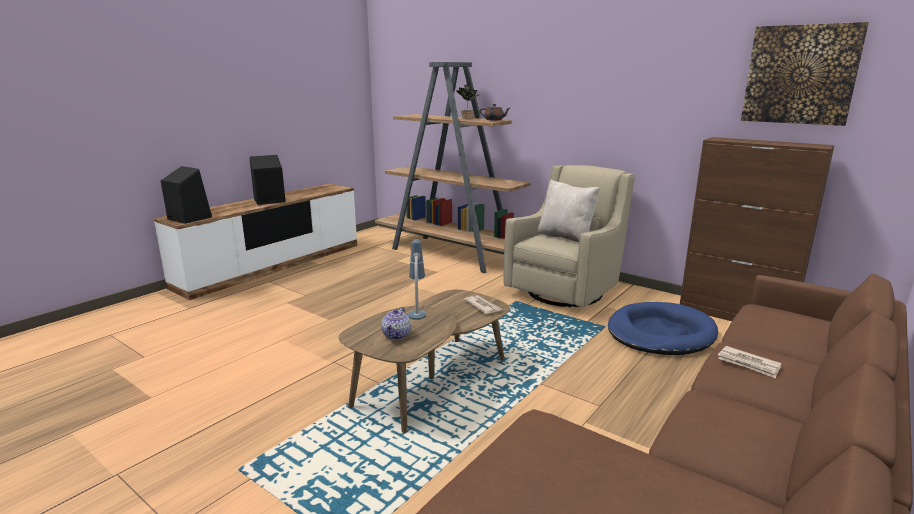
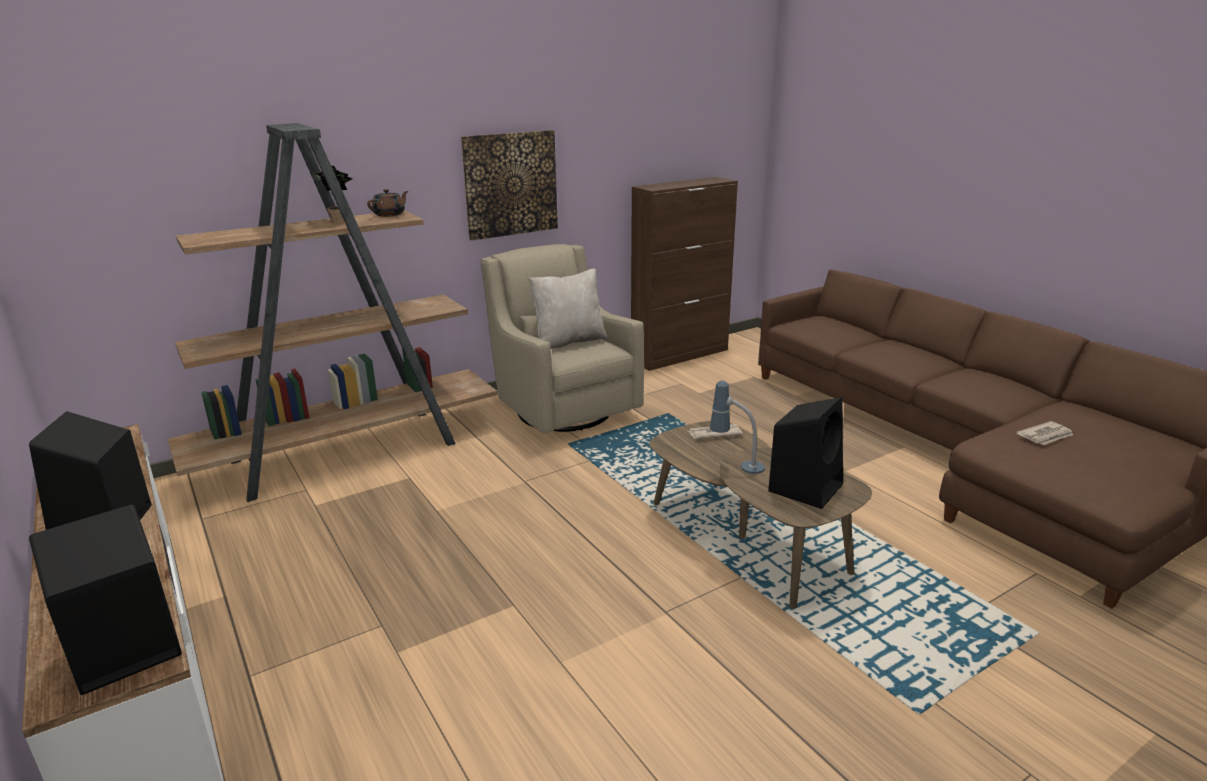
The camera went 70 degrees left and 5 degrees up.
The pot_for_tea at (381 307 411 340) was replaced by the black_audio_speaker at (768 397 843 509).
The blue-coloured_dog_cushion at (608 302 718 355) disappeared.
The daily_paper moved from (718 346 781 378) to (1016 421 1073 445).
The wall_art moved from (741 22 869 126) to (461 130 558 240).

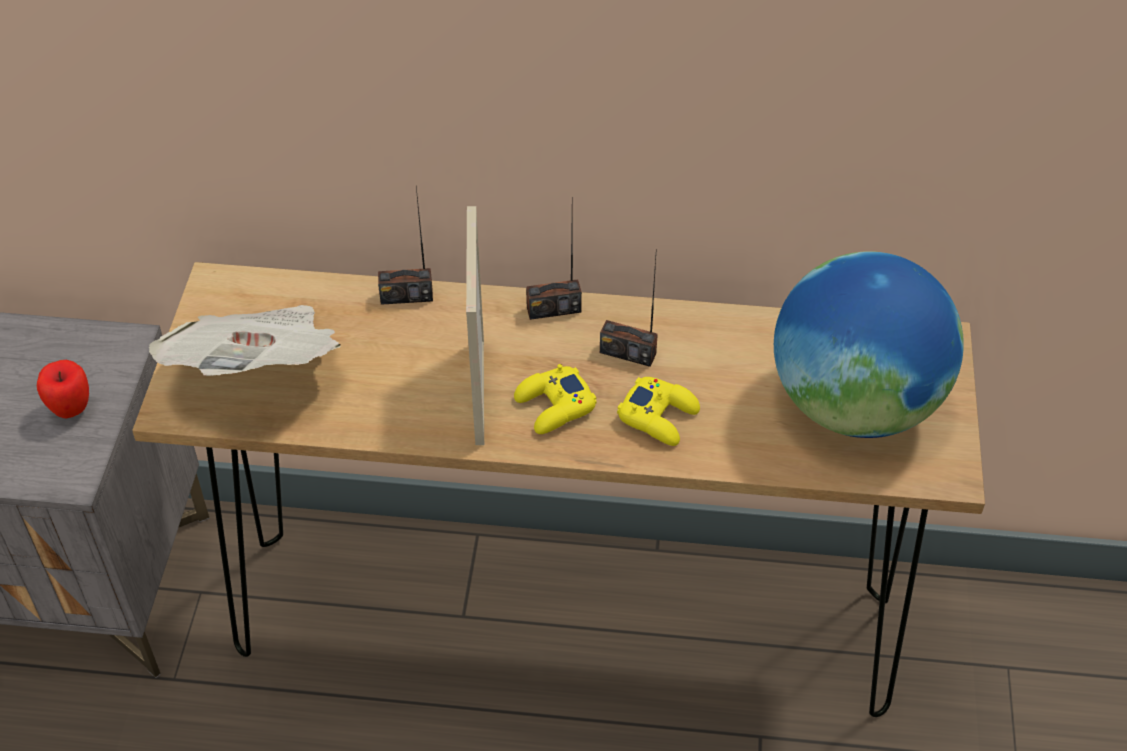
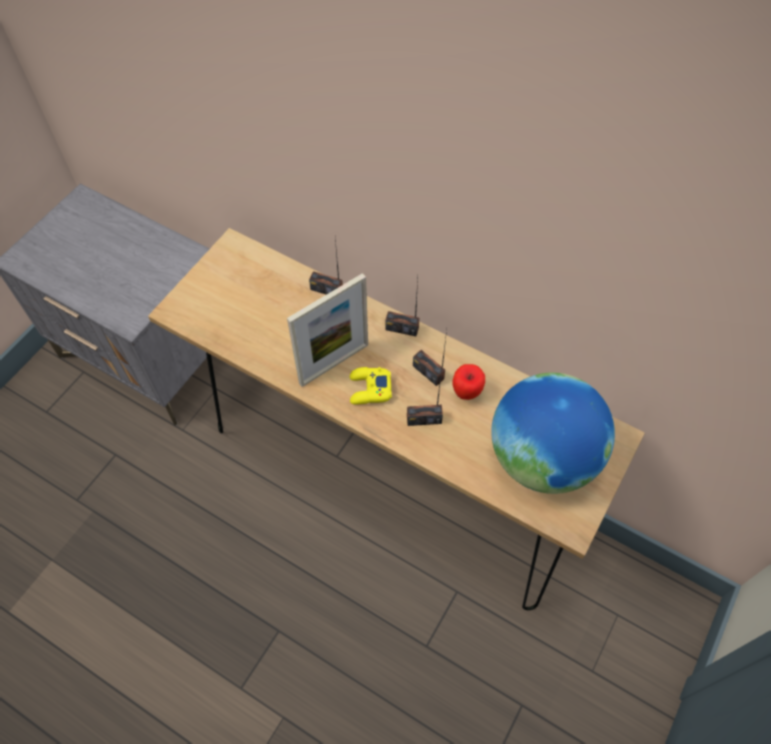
The camera went 25 degrees right and 10 degrees up.
The apple moved from (37 360 89 418) to (452 364 485 400).
The daily_paper at (148 305 341 376) disappeared.
The photo_frame at (466 206 484 445) turned 150 degrees counterclockwise.
The yellowish_gamepad at (617 377 700 446) was replaced by the radio_receiver at (407 368 443 426).

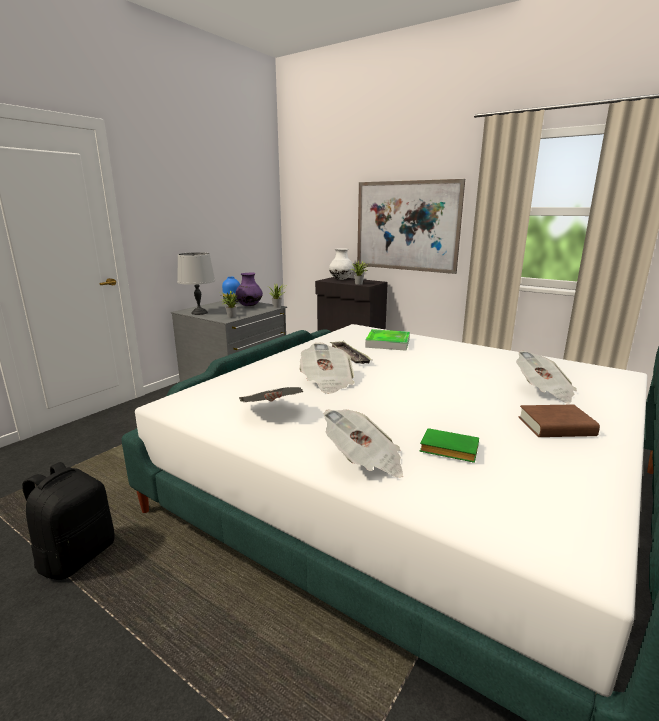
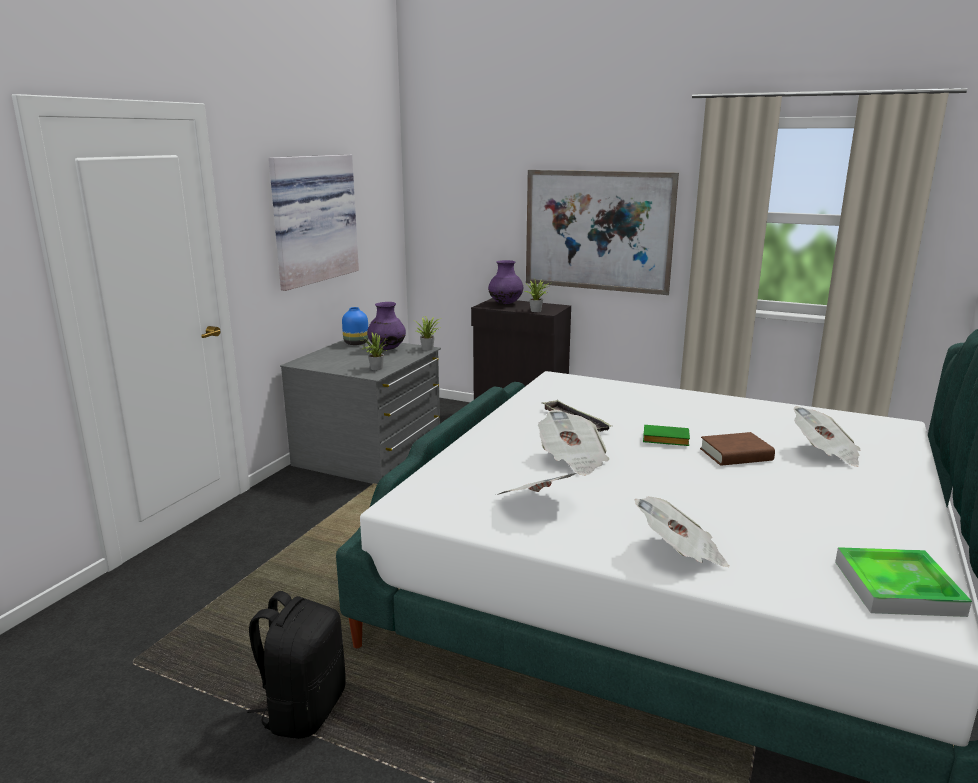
The camera went 10 degrees left and 0 degrees up.
The greyish_tabletop_lamp at (177 252 215 315) disappeared.
The white_flower_vase at (329 248 354 280) became the purplish_flower_vase at (488 260 523 304).
The carrying_tray moved from (365 329 410 351) to (835 547 972 617).
The green_volume moved from (420 428 479 463) to (643 425 690 446).
The brownish_volume moved from (519 404 600 437) to (700 432 775 466).
The wall_art at (269 155 359 291) appeared.

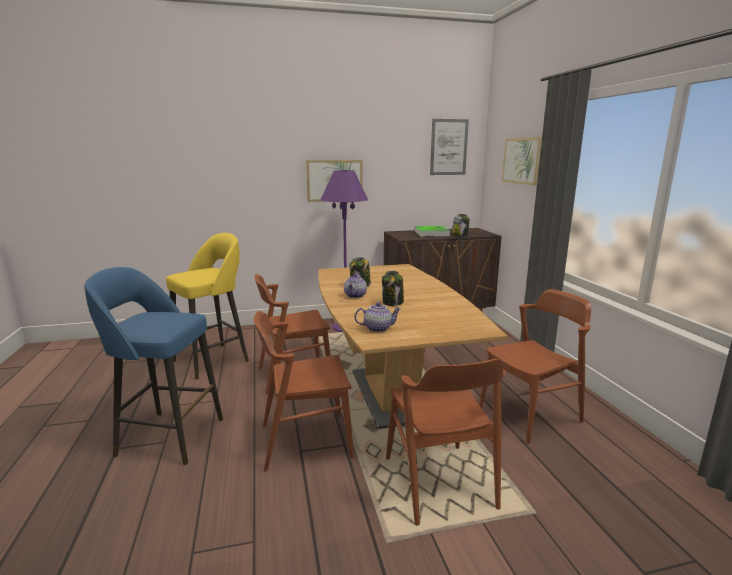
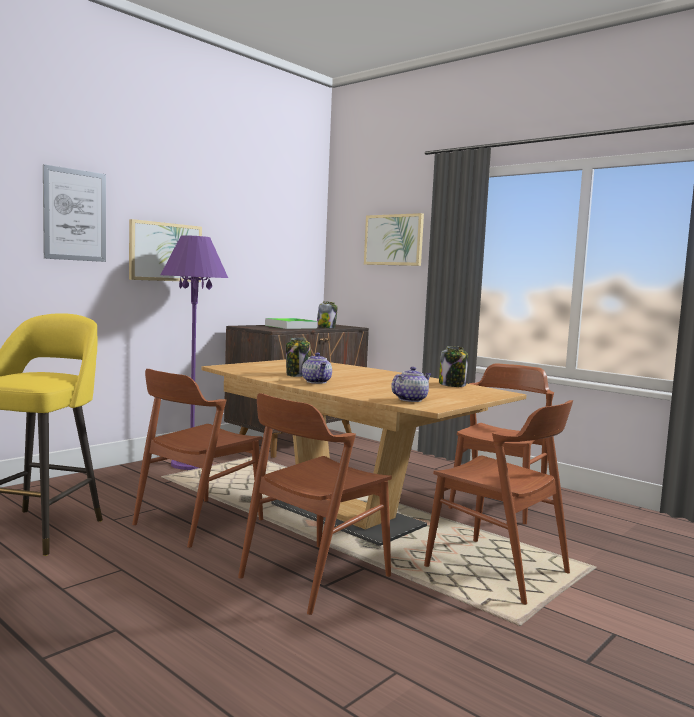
The camera went 35 degrees left and 10 degrees down.
The blue-coloured_stool at (84 267 223 465) disappeared.
The storage_jar moved from (382 271 404 306) to (439 346 468 387).
The wall_art moved from (430 119 469 175) to (43 164 106 262).

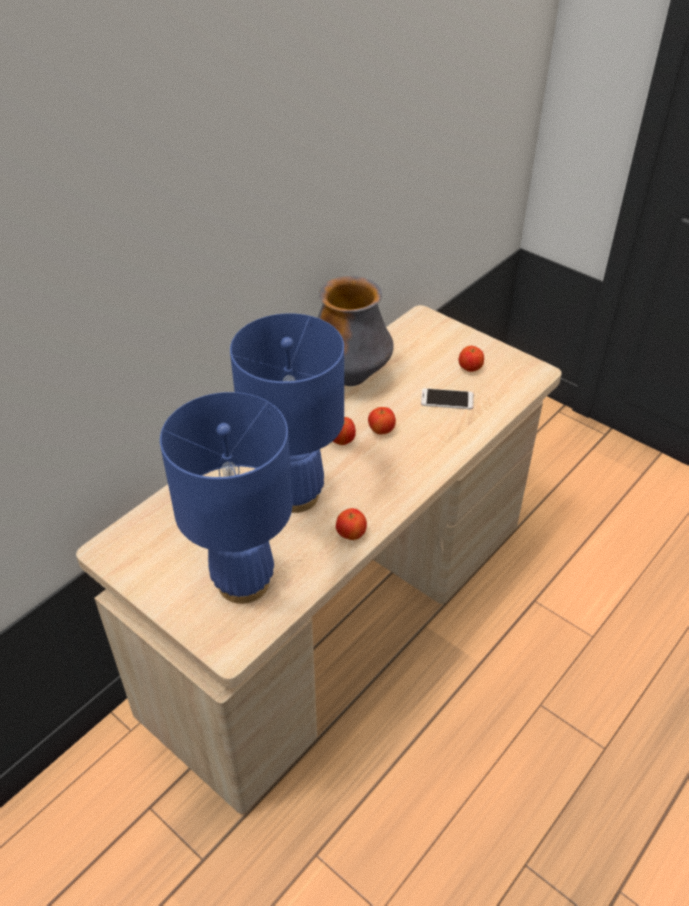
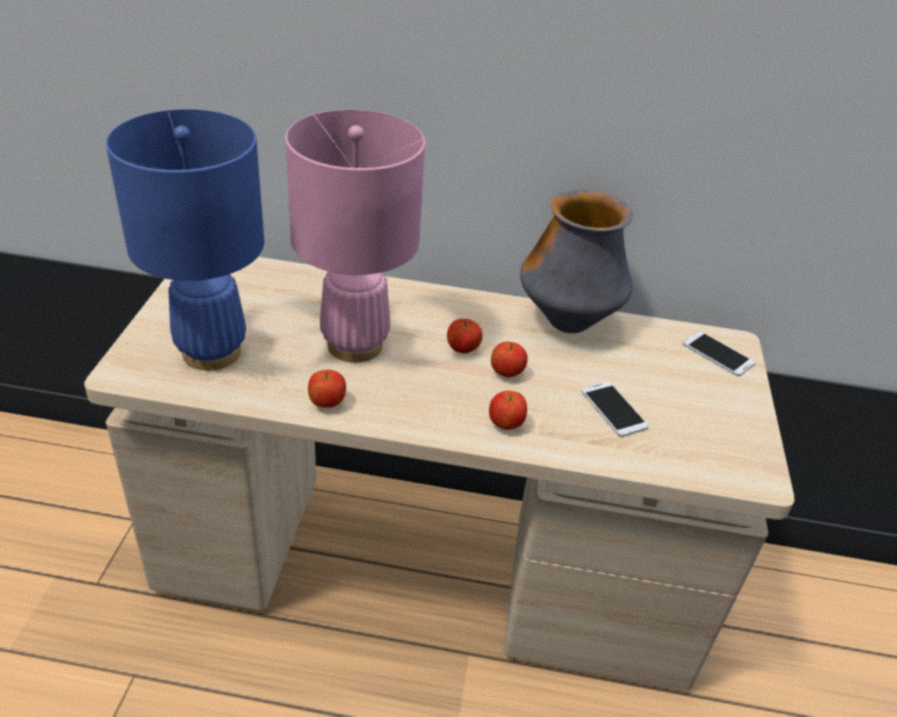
The camera went 55 degrees right and 5 degrees down.
The blue-coloured_tabletop_lamp at (230 313 344 513) became the pink-coloured_tabletop_lamp at (285 110 425 363).
The apple moved from (459 346 484 372) to (489 391 527 430).
The telephone at (683 331 755 376) appeared.

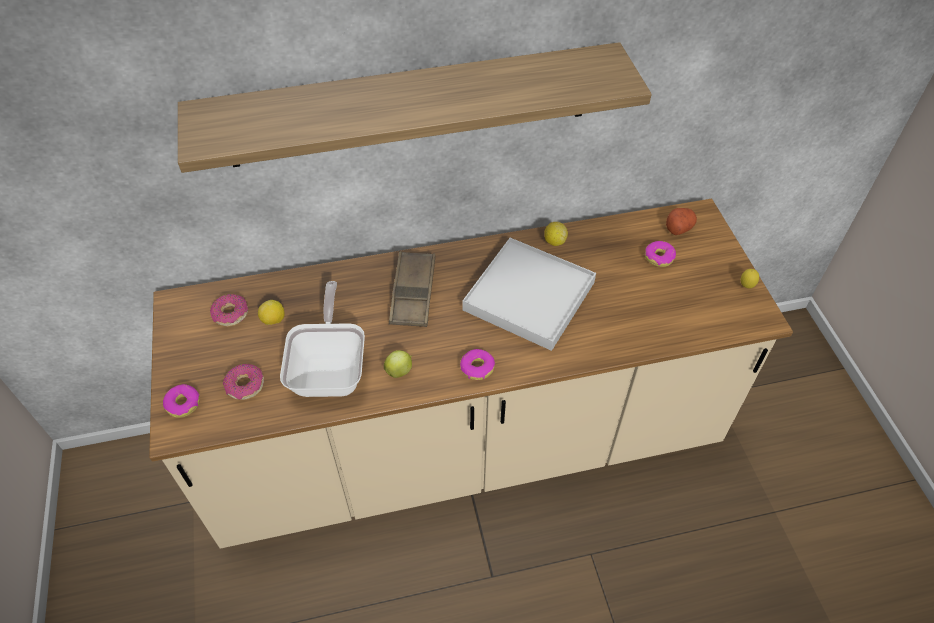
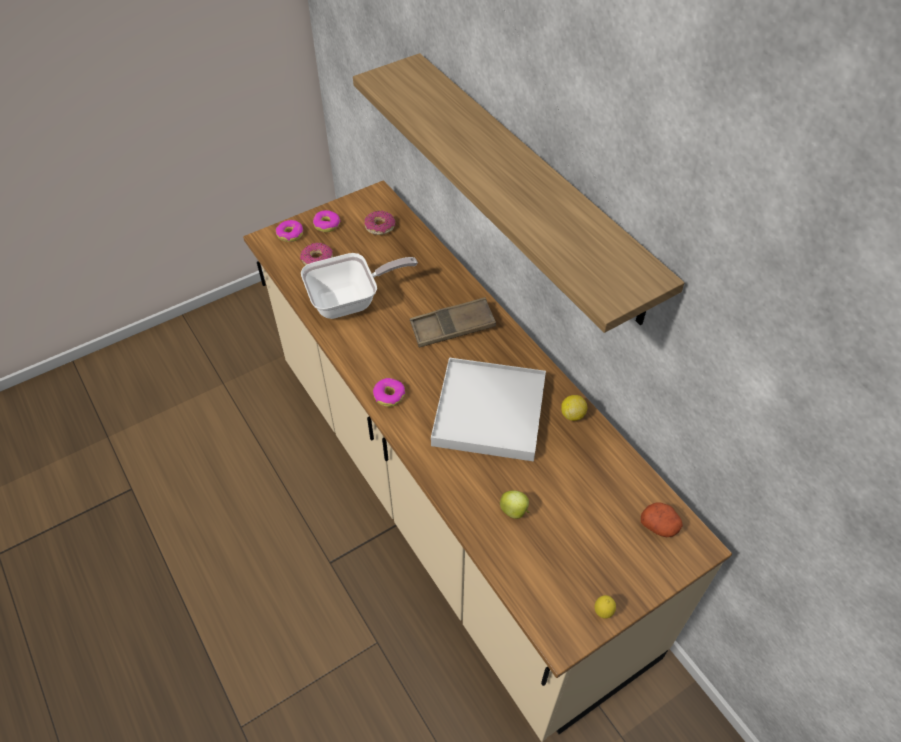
The camera went 70 degrees right and 0 degrees up.
The whole_lemon at (258 300 285 325) disappeared.
The apple moved from (384 350 412 378) to (500 490 530 519).
The donut moved from (645 241 676 267) to (313 210 341 232).

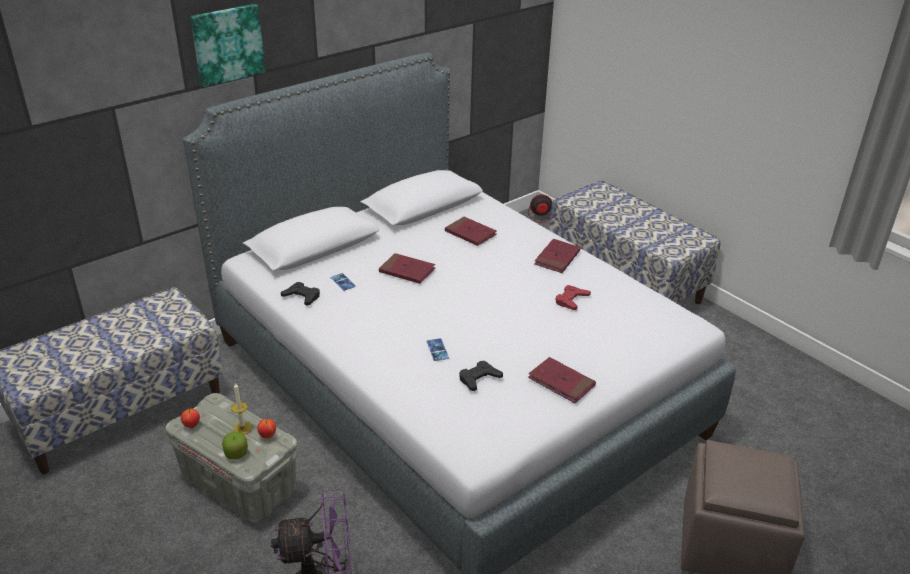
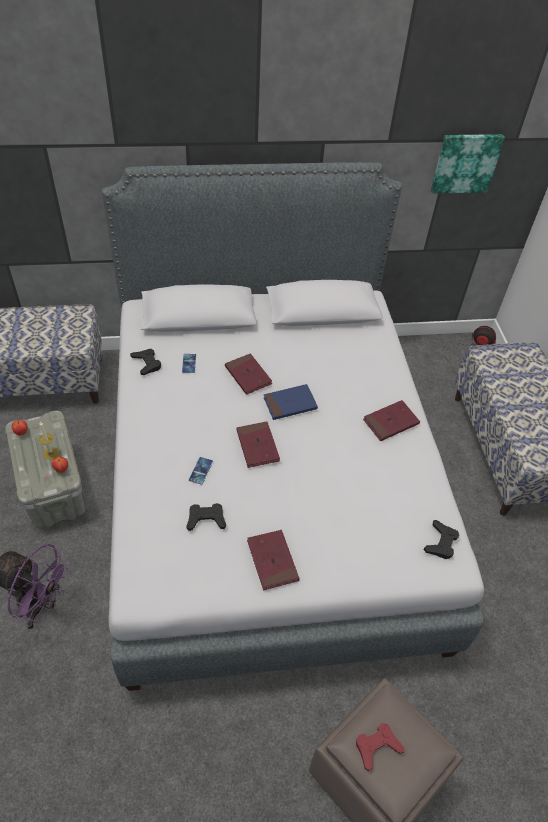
The camera went 30 degrees right and 15 degrees up.
The wall_art moved from (190 4 265 87) to (431 134 505 194).
The apple at (222 432 248 460) disappeared.
The red-coloured_volume moved from (445 217 497 246) to (236 421 280 468).
The red-coloured_gamepad moved from (556 285 591 310) to (356 723 404 771).
The blue-coloured_volume at (263 384 318 420) appeared.
The black_gamepad at (424 520 459 559) appeared.

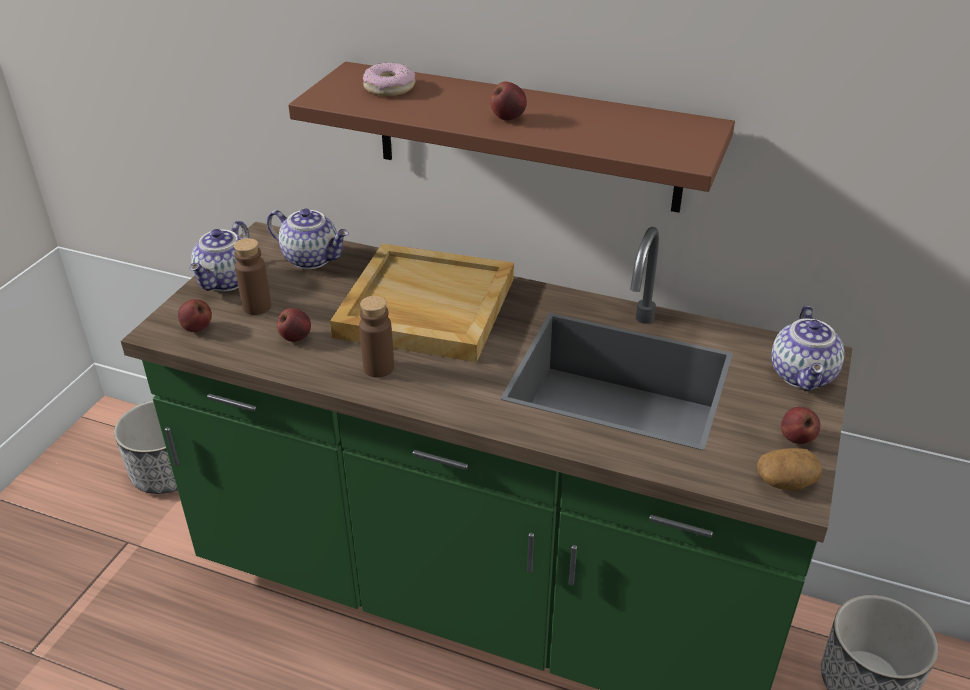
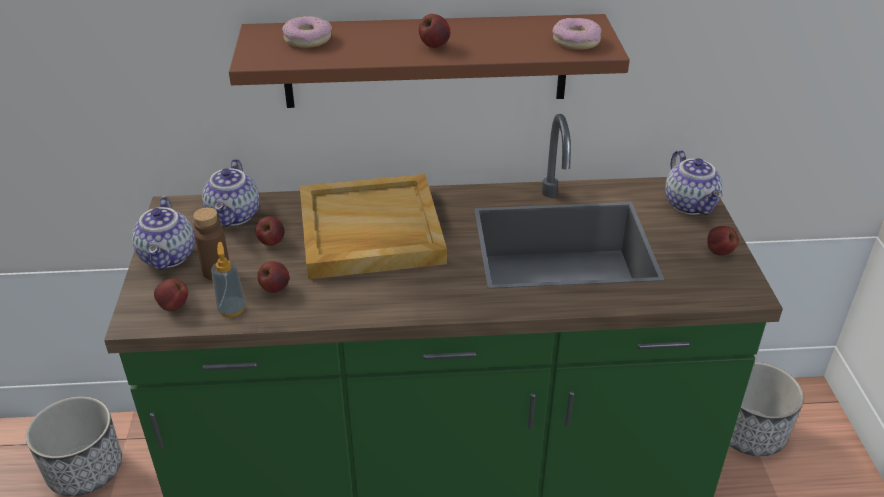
The camera went 25 degrees left and 0 degrees up.
The pot_for_tea at (267 208 349 269) turned 90 degrees clockwise.
The brownish_drink_bottle at (359 296 394 378) disappeared.
The whole_potato at (757 448 822 491) disappeared.
The liquid_soap_bottle at (211 242 246 317) appeared.
The apple at (256 216 285 246) appeared.
The donut at (552 18 601 50) appeared.

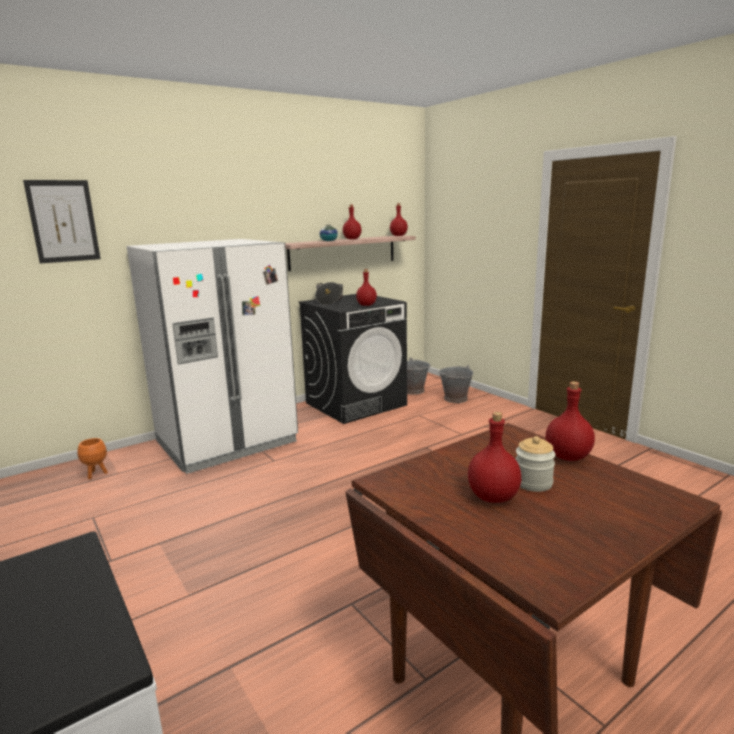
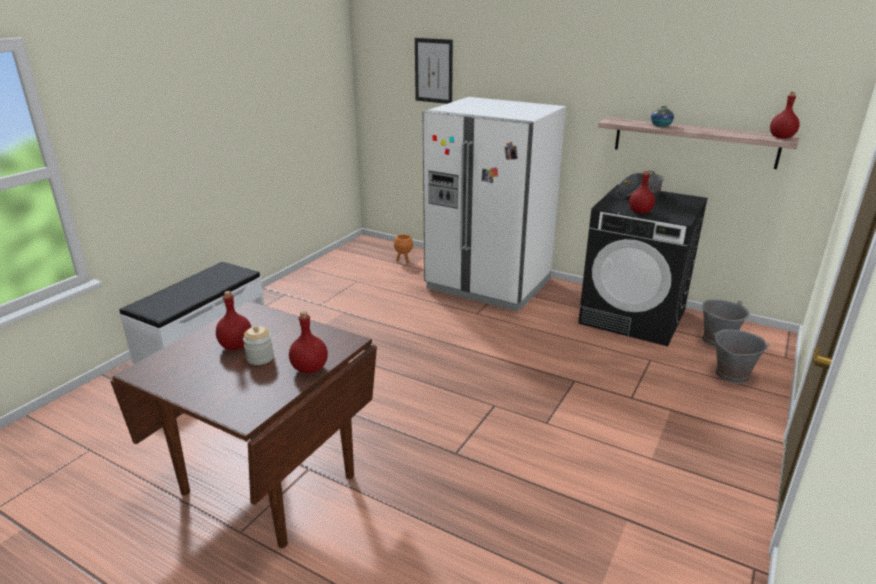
The camera went 65 degrees right and 10 degrees up.
The red-coloured_drink_bottle at (343 205 361 239) disappeared.

